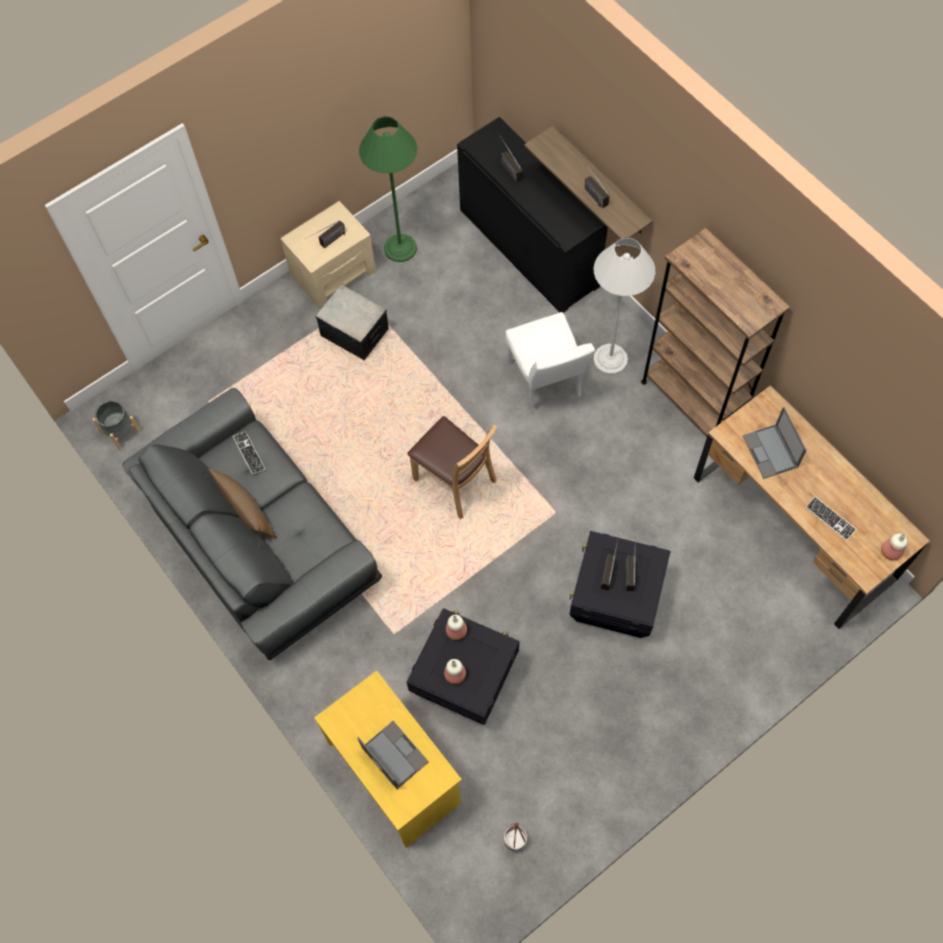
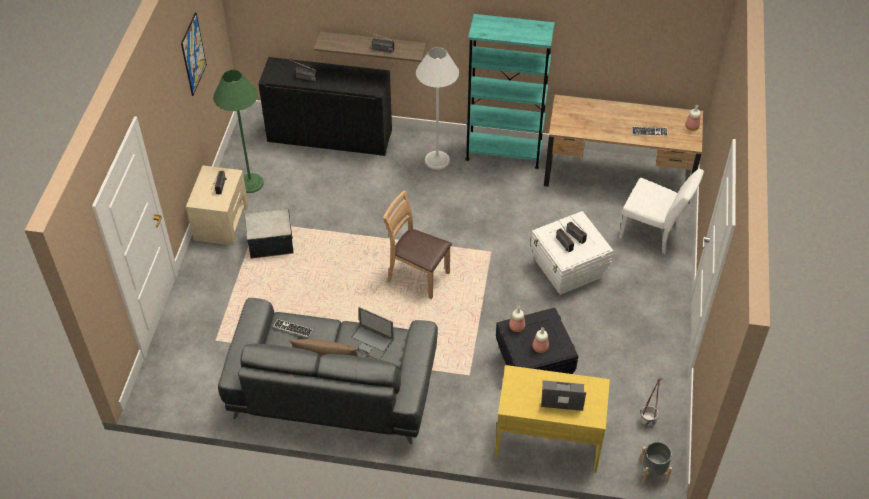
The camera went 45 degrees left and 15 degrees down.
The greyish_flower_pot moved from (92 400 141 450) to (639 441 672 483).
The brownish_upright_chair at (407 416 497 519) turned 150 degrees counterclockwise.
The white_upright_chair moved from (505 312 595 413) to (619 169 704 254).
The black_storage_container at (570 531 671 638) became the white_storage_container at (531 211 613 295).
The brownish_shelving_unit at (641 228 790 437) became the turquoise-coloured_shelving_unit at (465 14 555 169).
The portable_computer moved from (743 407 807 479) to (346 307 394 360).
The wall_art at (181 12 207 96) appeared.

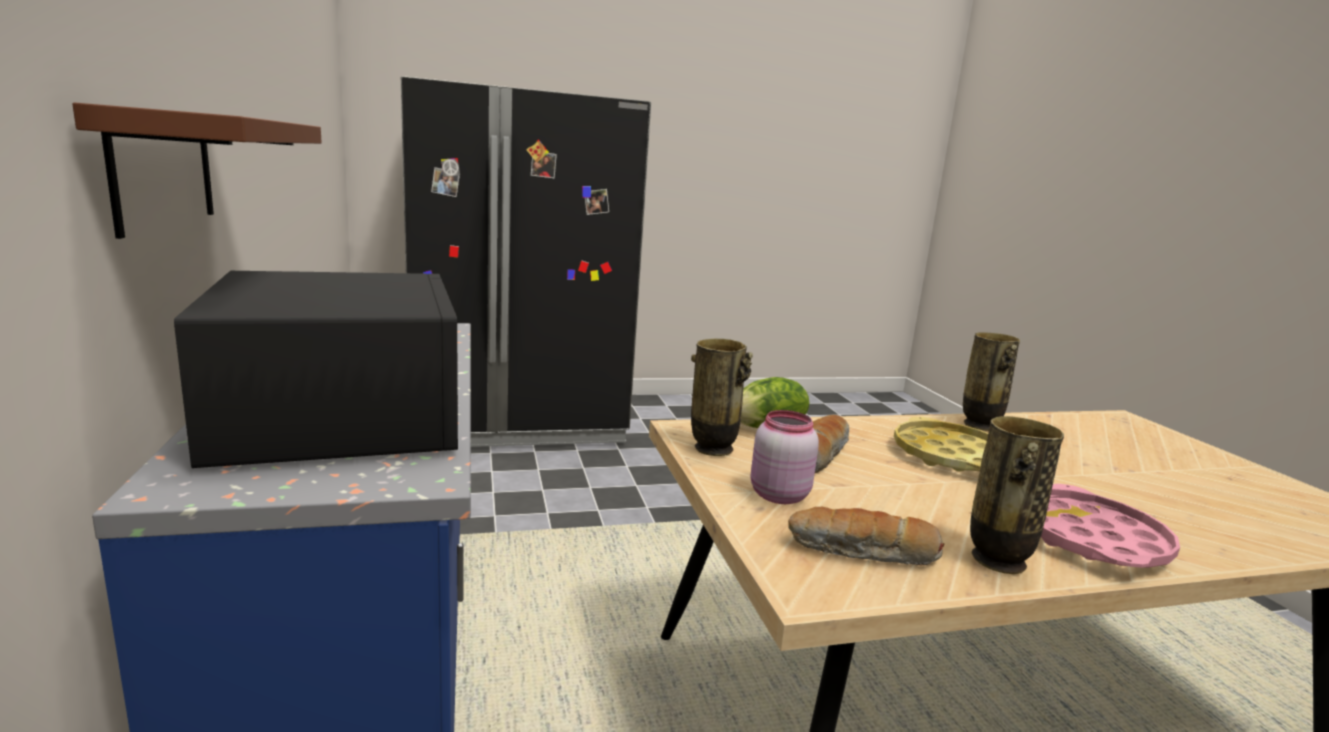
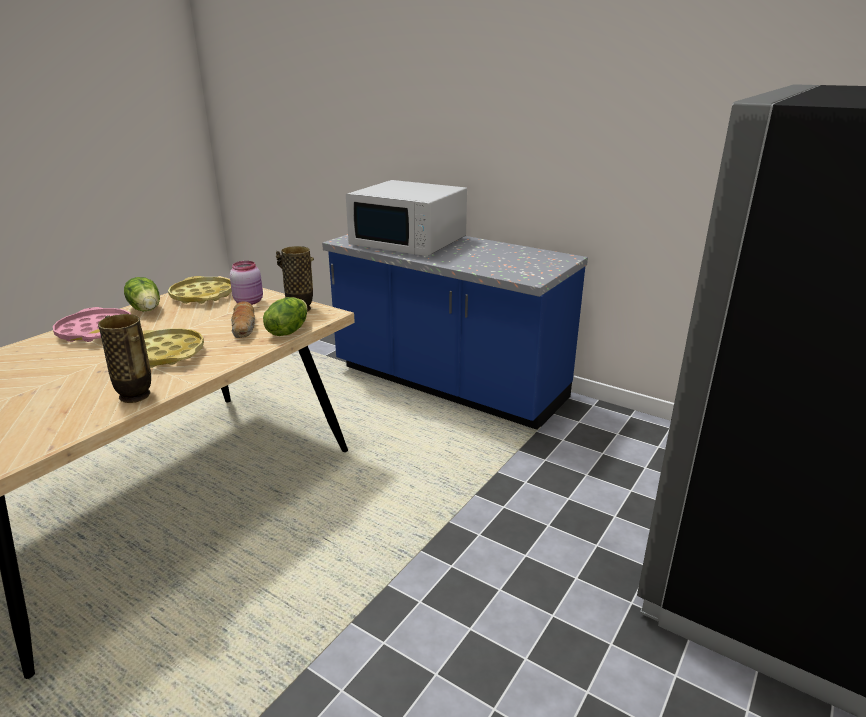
The camera went 140 degrees right and 10 degrees up.
The brownish_wall_shelf at (72 102 322 239) disappeared.
The black_microwave_oven at (174 271 458 468) became the white_microwave_oven at (346 180 467 256).
The bread at (788 507 944 565) was replaced by the yellowish_carrying_tray at (168 276 232 304).
The flower_vase at (970 416 1064 574) was replaced by the head_of_lettuce at (124 277 160 311).

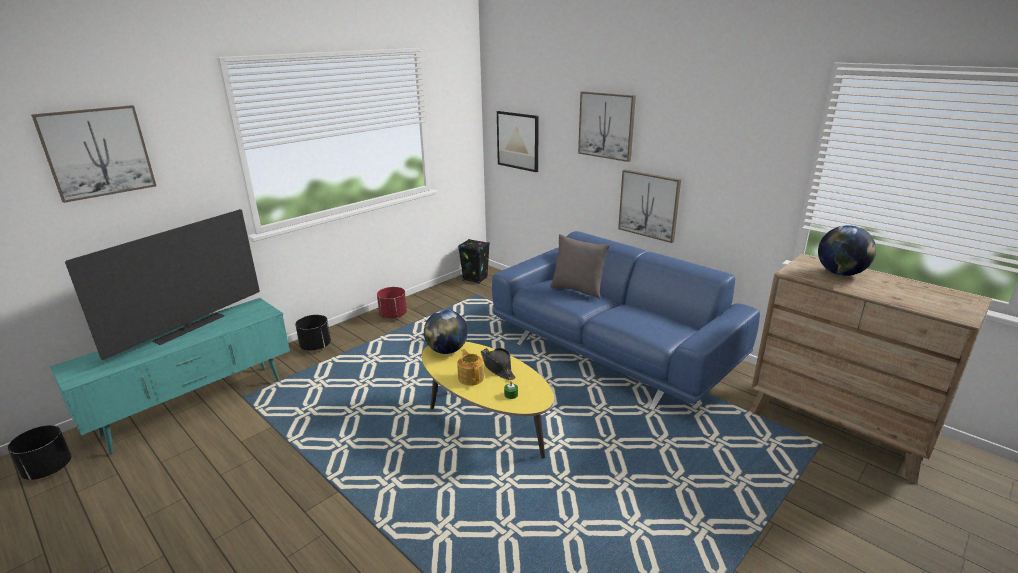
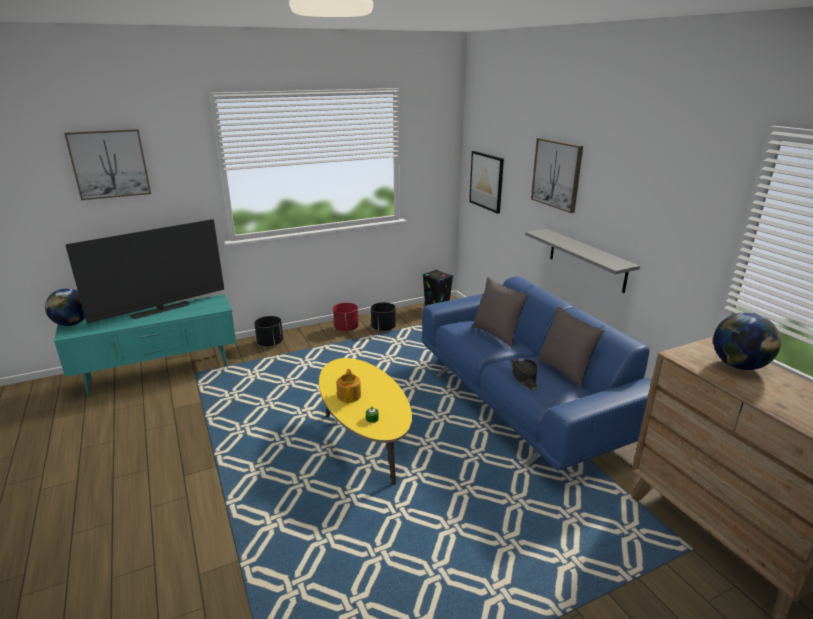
The camera went 20 degrees right and 0 degrees up.
The black_flower_pot moved from (8 425 71 480) to (371 302 396 331).
The globe moved from (424 310 468 354) to (45 288 85 326).
The black_wearable_hat moved from (481 348 516 380) to (511 358 538 390).
The wall_art at (618 170 681 243) was replaced by the greyish_wall_shelf at (525 229 640 293).
The greyish_throw_pillow at (538 306 605 388) appeared.

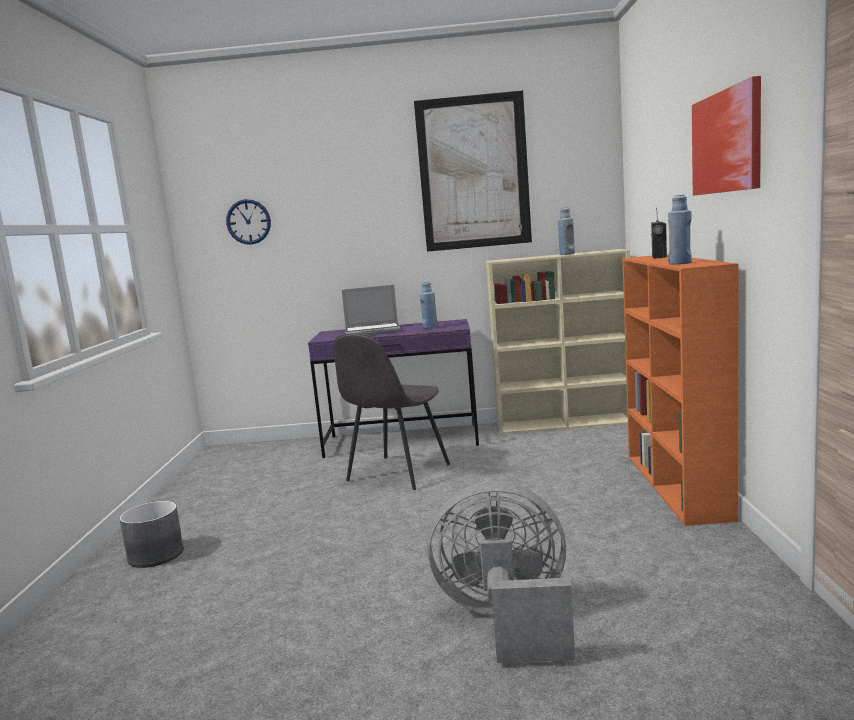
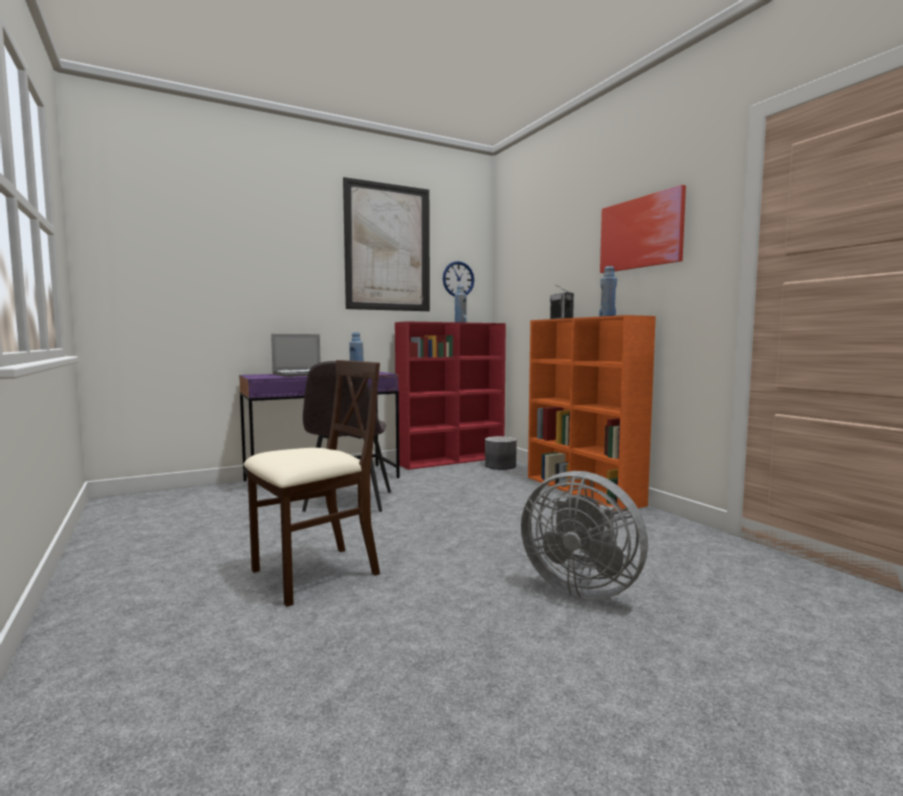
The camera went 30 degrees left and 5 degrees down.
The greyish_flower_pot moved from (119 501 184 568) to (485 436 517 470).
The hanging_clock moved from (226 199 271 245) to (443 261 474 297).
The greyish_electric_fan at (427 481 575 663) turned 120 degrees counterclockwise.
The sand-coloured_shelving_unit at (486 249 630 434) became the red-coloured_shelving_unit at (395 321 506 470).
The sand-coloured_upright_chair at (243 360 380 607) appeared.

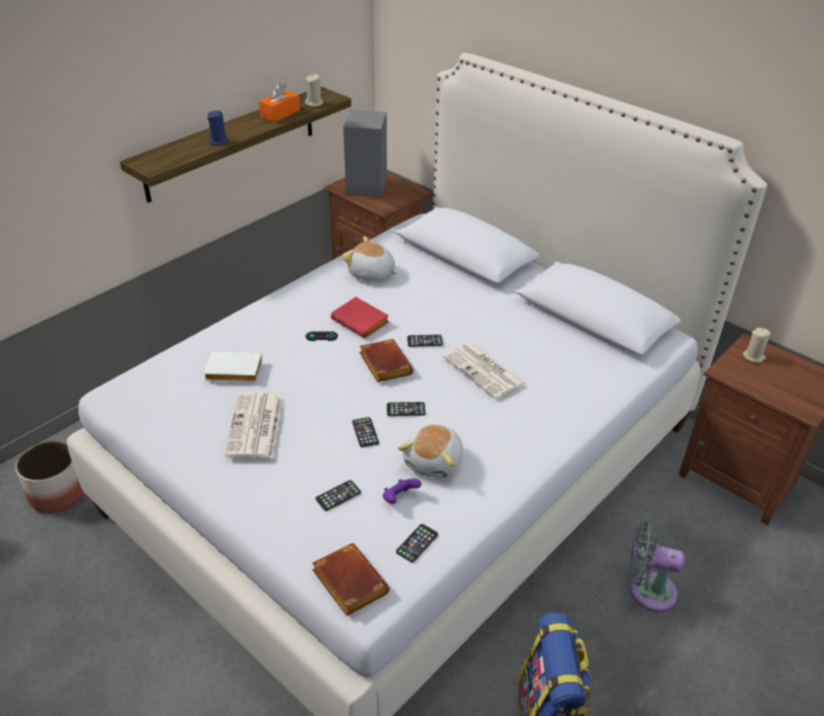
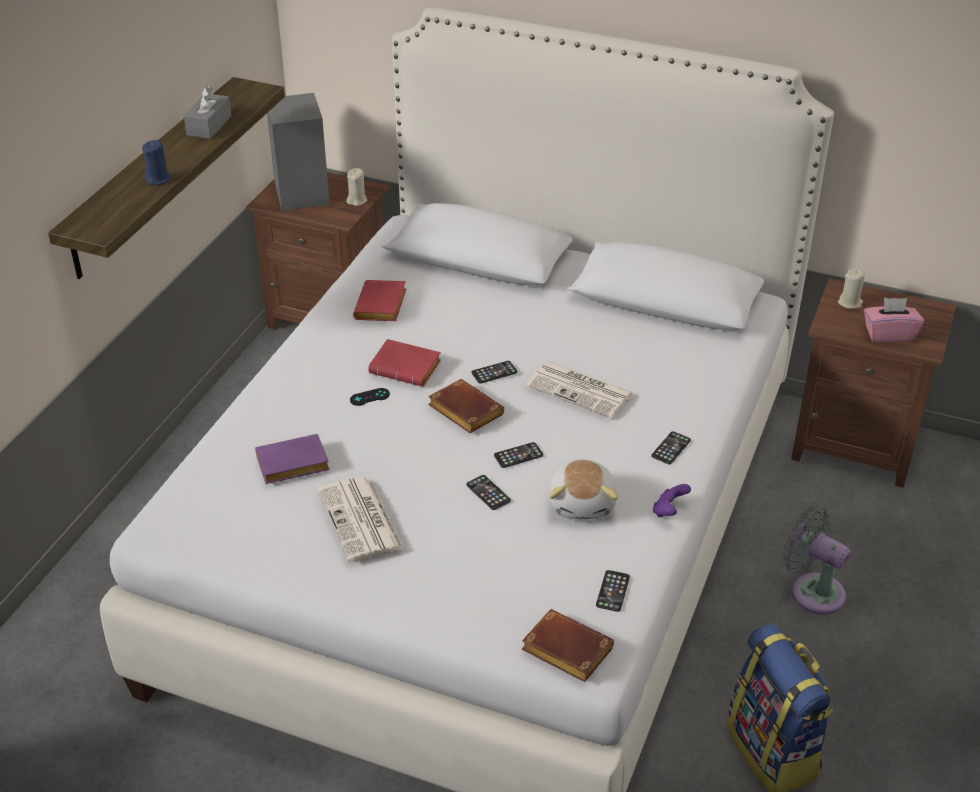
The camera went 20 degrees left and 0 degrees up.
The flower_pot at (16 440 84 513) disappeared.
The white_volume at (203 351 262 382) became the purplish_volume at (255 434 330 484).
The orangey_tissue_box at (259 82 300 122) became the greyish_tissue_box at (184 86 231 139).
The sand-coloured_wax_candle moved from (305 74 323 107) to (346 168 367 206).
The telephone moved from (315 480 361 511) to (651 432 691 465).
The cuddly_toy at (342 236 397 281) was replaced by the red-coloured_volume at (353 280 406 321).
The purplish_gamepad moved from (383 478 421 504) to (653 484 691 517).
The greyish_electric_fan at (629 522 684 612) turned 45 degrees clockwise.
The pink-coloured_tissue_box at (864 298 924 342) appeared.

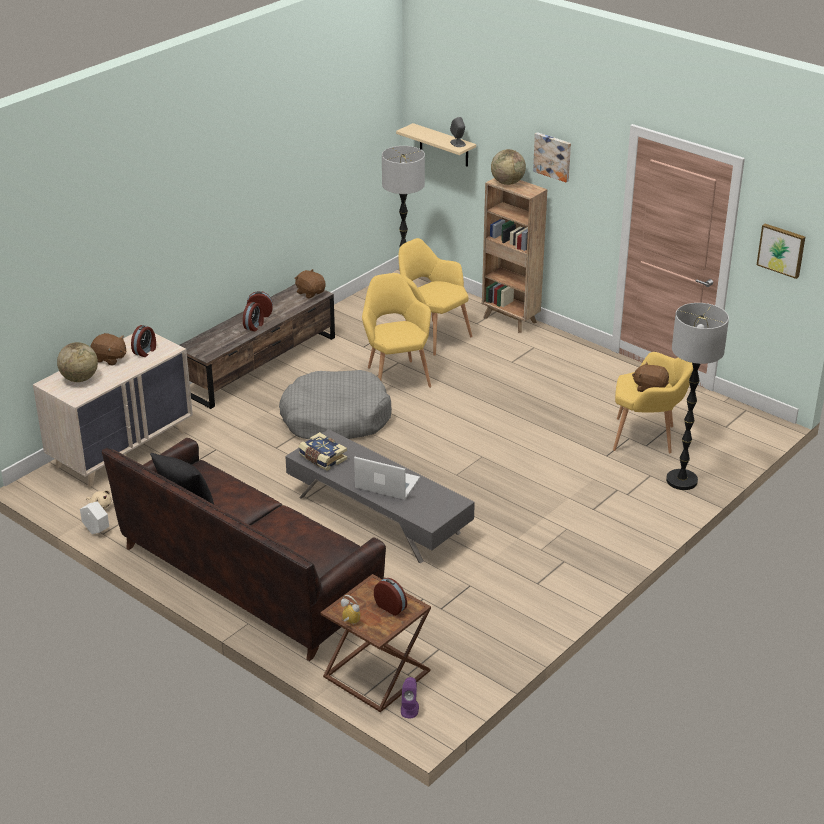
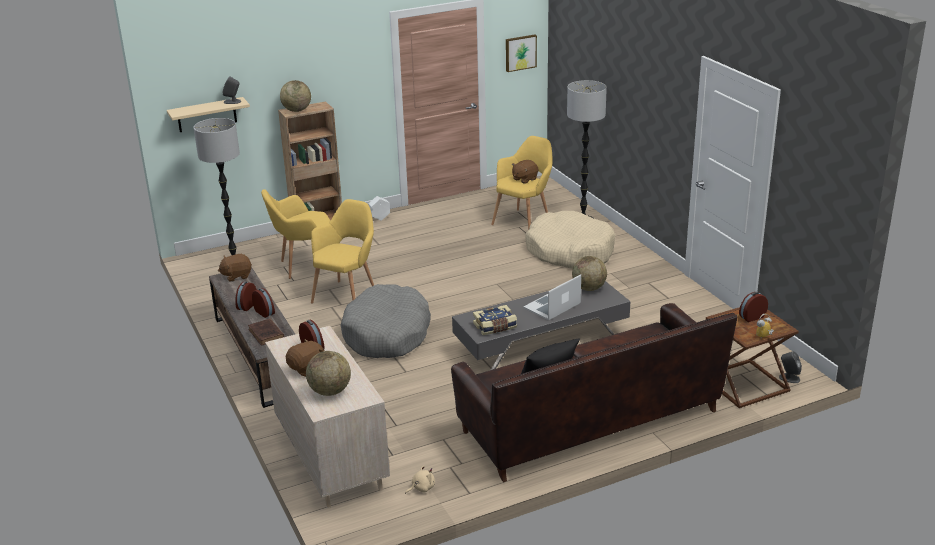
The camera went 65 degrees left and 5 degrees down.
The white_flower_pot moved from (80 501 109 534) to (368 196 390 221).
The yellowish_lounge_chair at (362 273 431 388) turned 105 degrees clockwise.
The purplish_audio_speaker at (401 677 419 718) became the greyish_audio_speaker at (779 351 802 383).
The wall_art at (533 132 571 182) disappeared.
The brownish_volume at (248 318 284 346) appeared.
The sand-coloured_dog_cushion at (525 211 615 269) appeared.
The globe at (572 256 607 291) appeared.

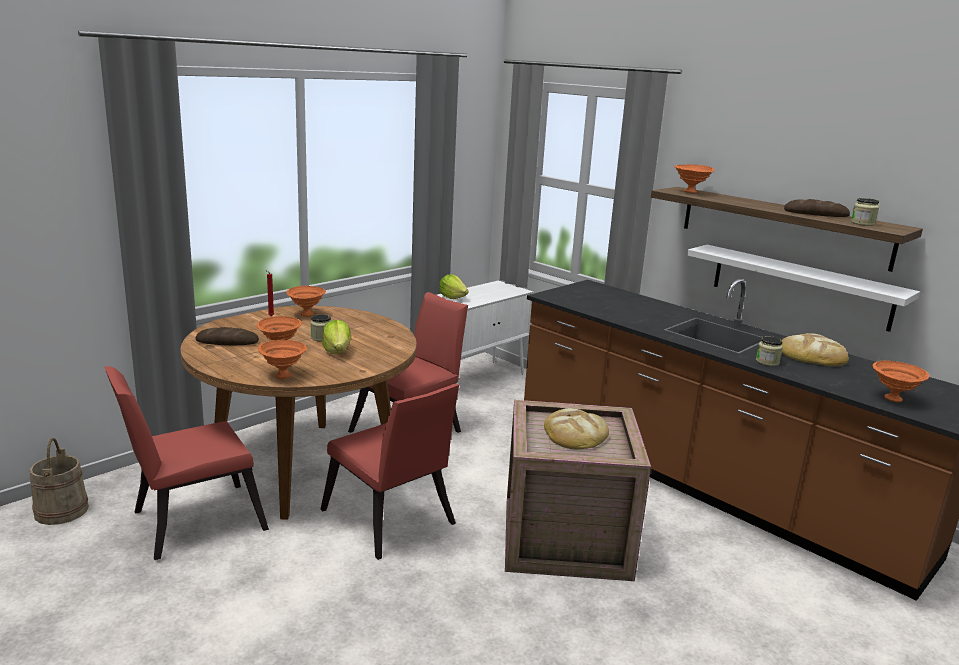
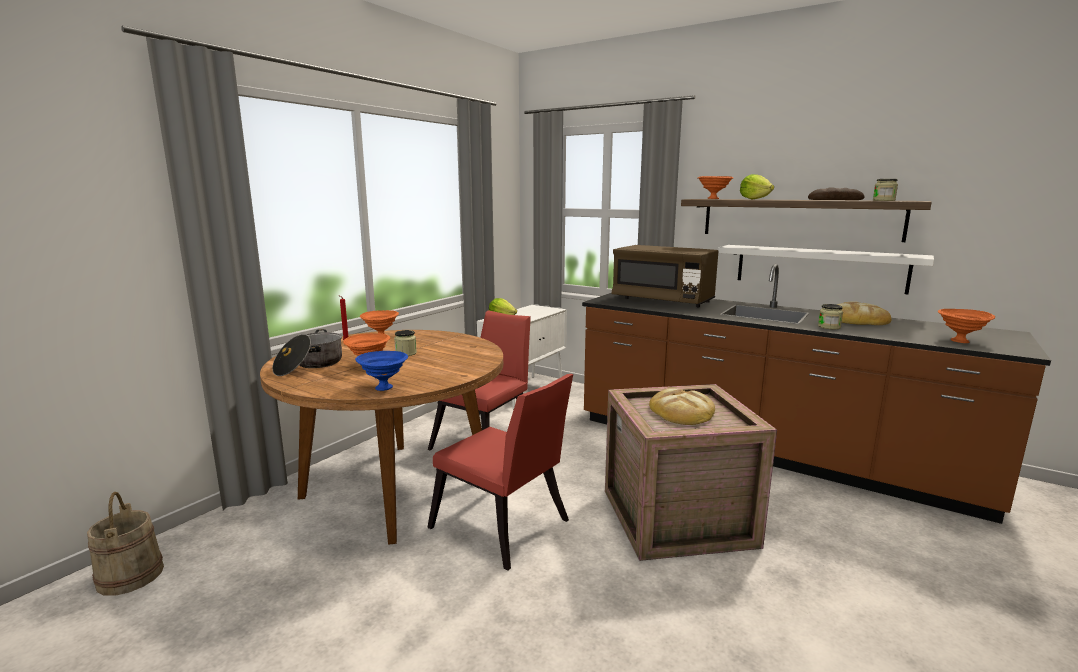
The camera went 10 degrees left and 5 degrees down.
The red-coloured_upright_chair at (104 366 269 560) disappeared.
The bread at (196 327 259 345) was replaced by the stockpot at (272 329 342 376).
The orangey_bowl at (258 340 307 379) became the blue-coloured_bowl at (355 351 408 391).
The head_of_lettuce moved from (322 320 351 354) to (740 174 774 199).
The brownish_microwave_oven at (612 245 718 307) appeared.

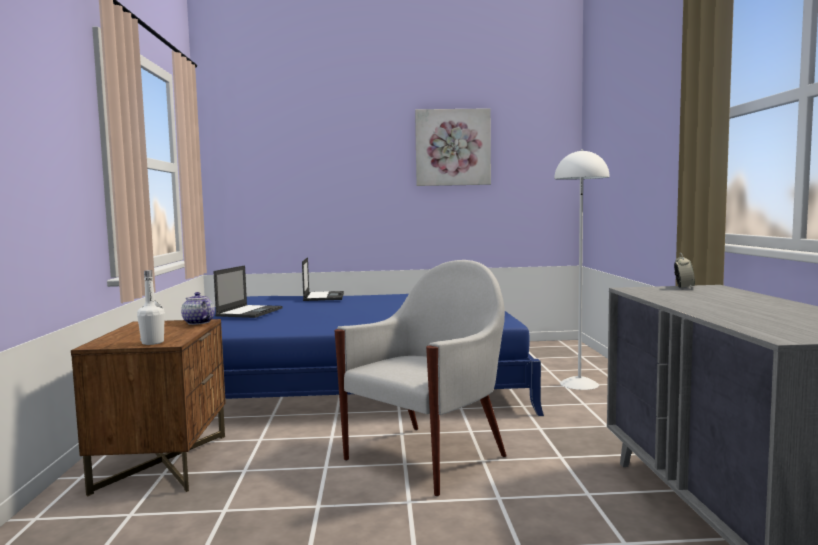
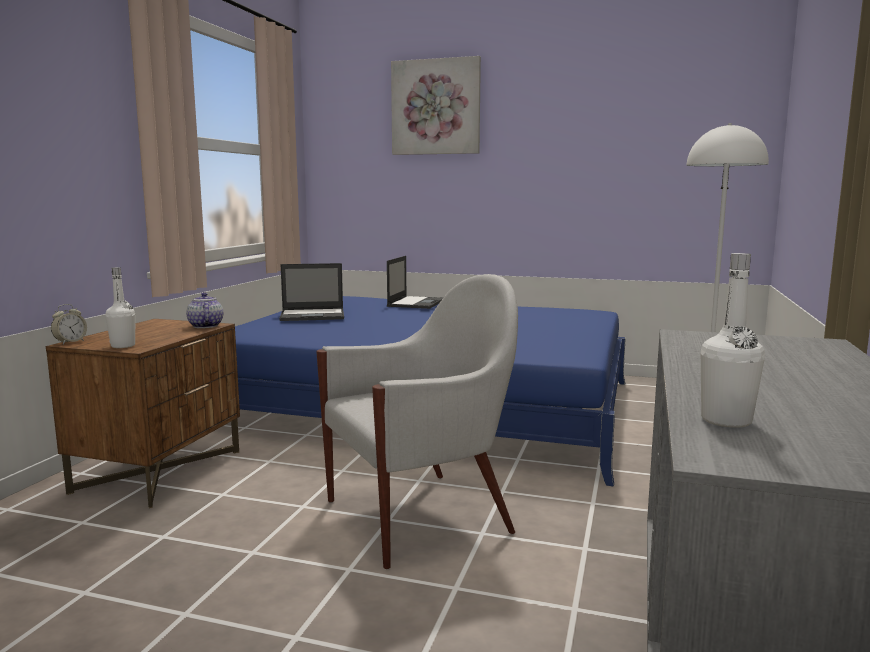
The camera went 20 degrees right and 5 degrees up.
The portable_computer at (213 265 283 318) turned 45 degrees clockwise.
The wall_art moved from (415 108 491 186) to (391 56 481 155).
The table_clock moved from (674 253 695 289) to (51 304 87 344).
The white_drink_bottle at (701 253 765 428) appeared.

